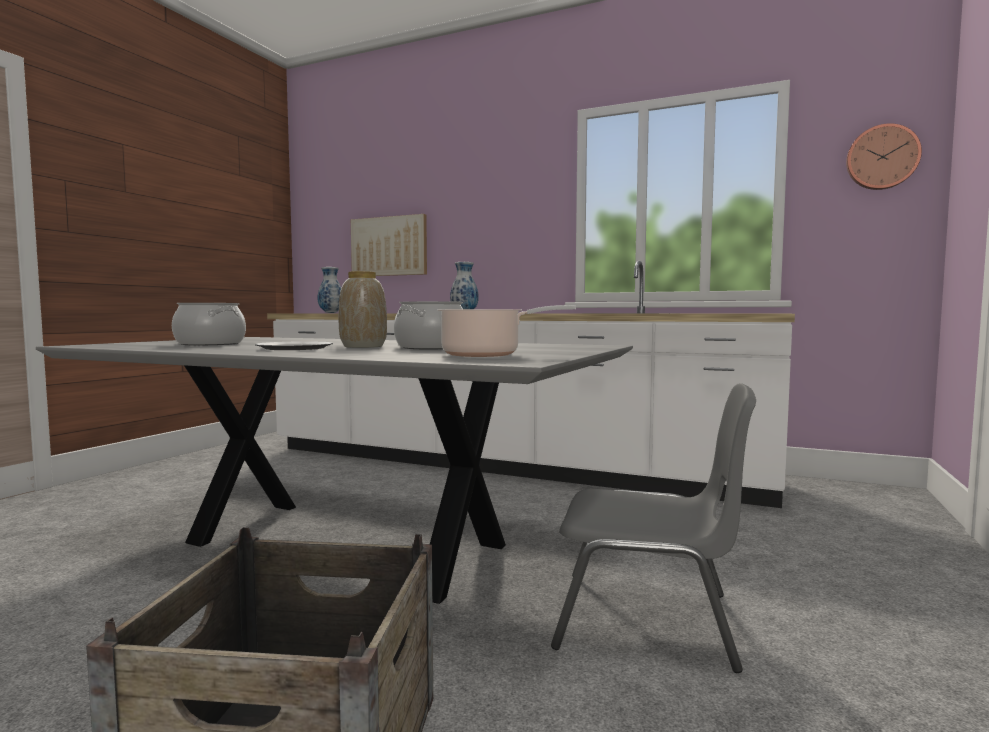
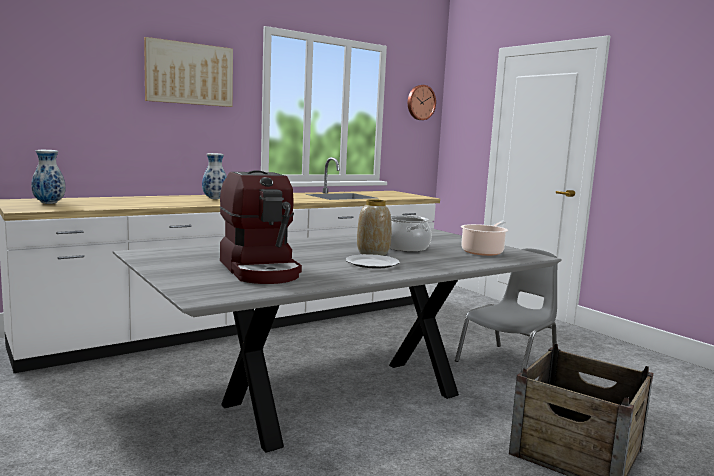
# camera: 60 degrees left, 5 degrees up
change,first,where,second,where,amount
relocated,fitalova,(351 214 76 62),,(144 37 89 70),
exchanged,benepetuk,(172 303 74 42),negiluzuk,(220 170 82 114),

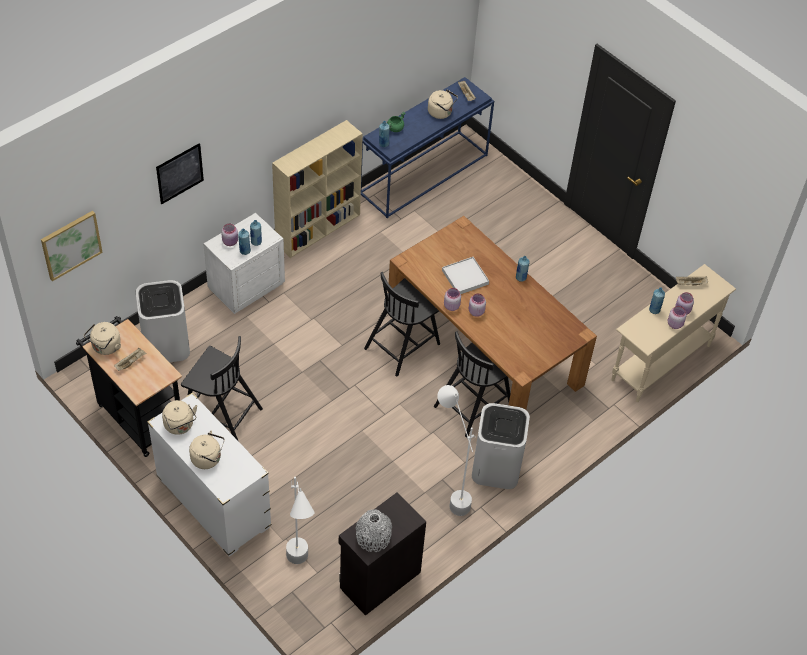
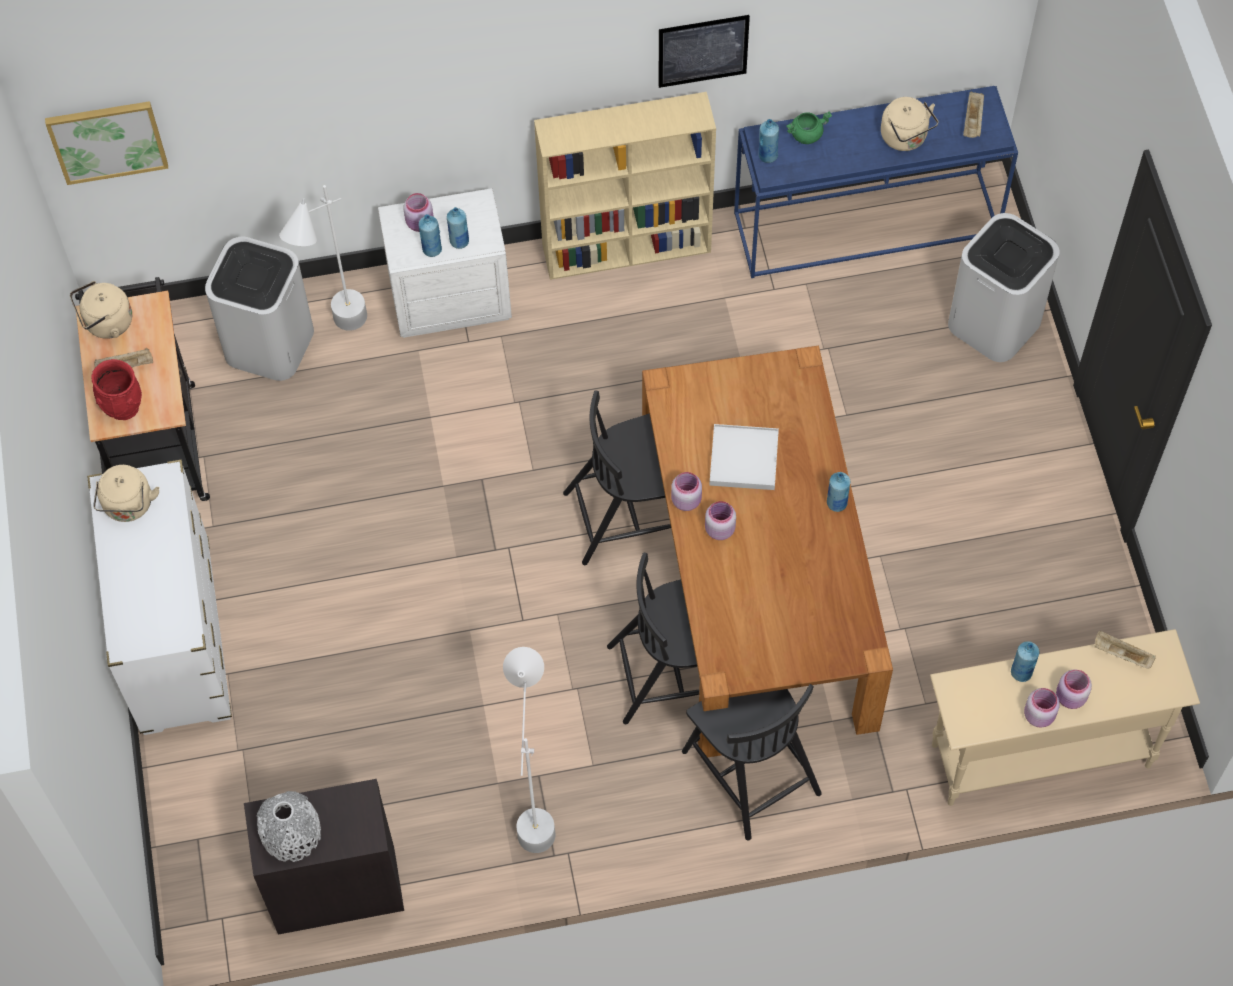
# camera: 35 degrees right, 10 degrees up
change,first,where,second,where,amount
relocated,fitalova,(156 143 48 61),,(658 15 92 73),
relocated,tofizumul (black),(181 336 82 104),,(682 684 140 157),
relocated,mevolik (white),(472 403 58 86),,(948 213 112 149),
missing,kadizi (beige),(189 431 36 38),,,
relocated,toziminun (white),(286 477 28 87),,(279 185 88 146),
appeared,,,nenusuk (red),(92 359 50 61),

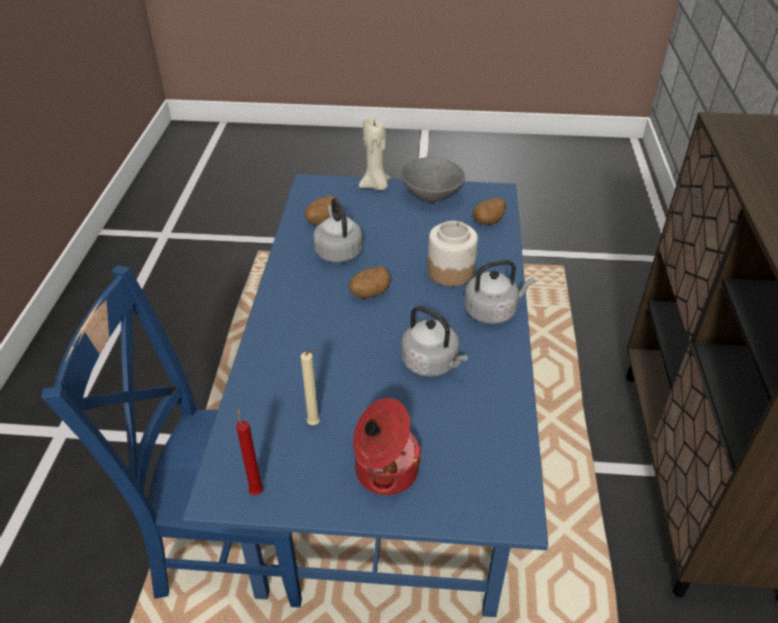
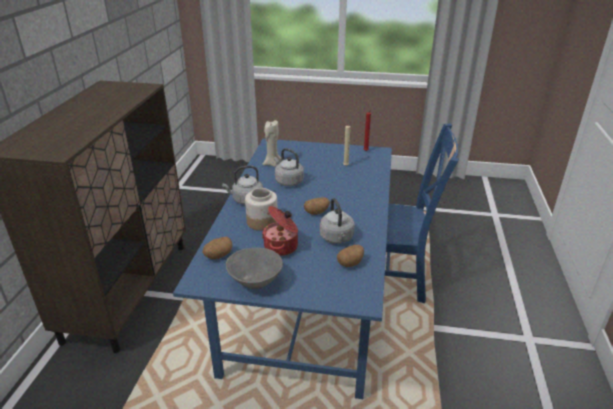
# camera: 175 degrees left, 10 degrees down
change,first,where,second,where,amount
relocated,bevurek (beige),(359 117 31 74),,(262 120 20 47),
relocated,benepetuk,(353 398 69 97),,(262 206 36 50),

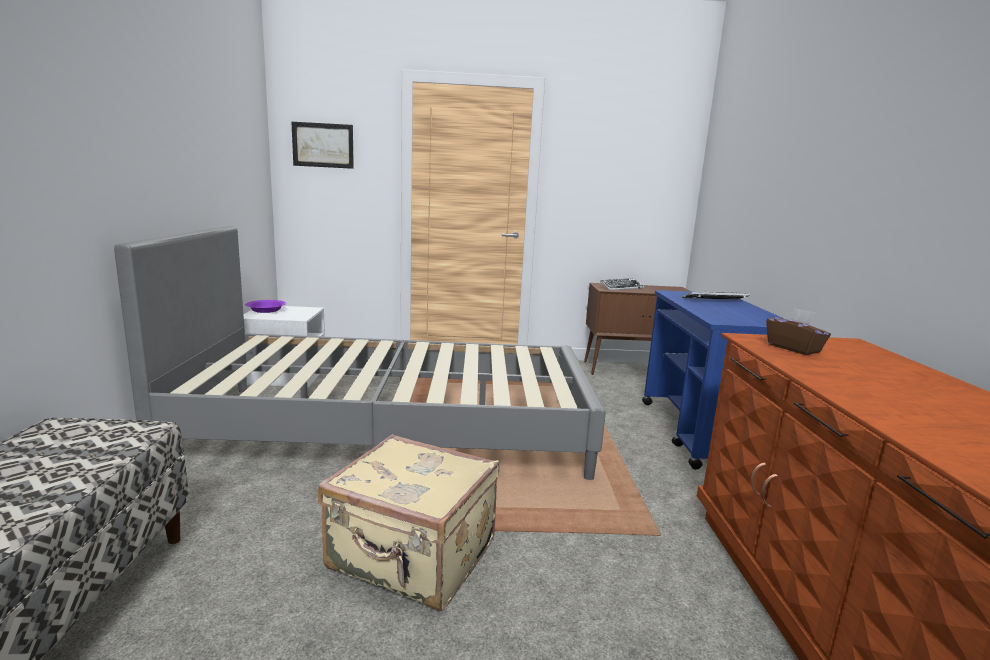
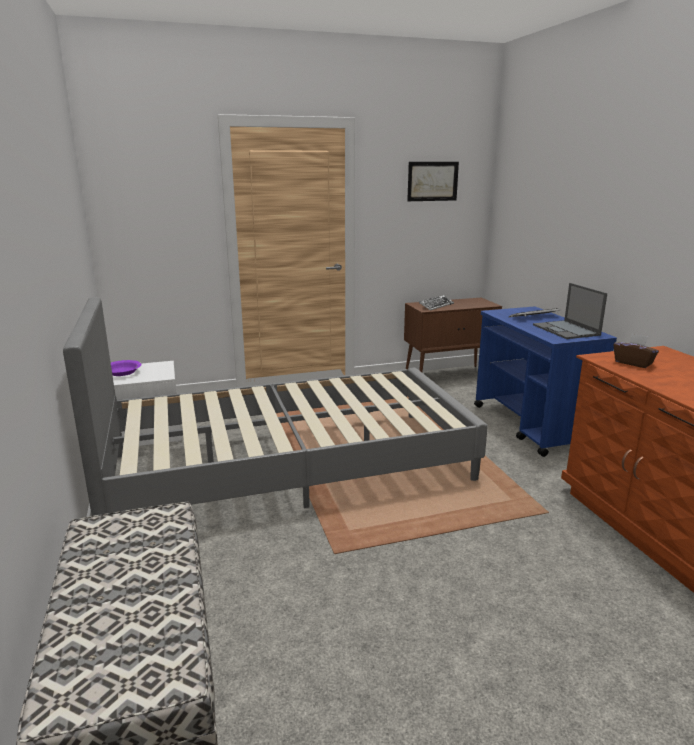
# camera: 15 degrees left, 5 degrees up
change,first,where,second,where,amount
relocated,fitalova,(291 122 63 47),,(407 162 52 39),
missing,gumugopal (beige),(318 434 181 177),,,
appeared,,,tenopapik,(533 283 74 56),

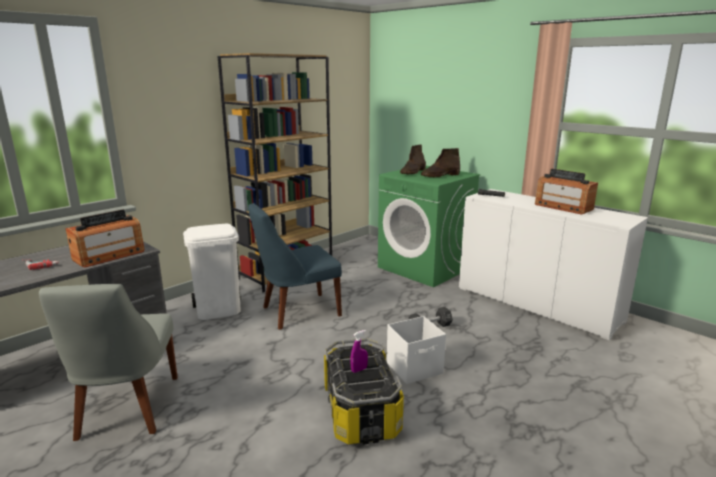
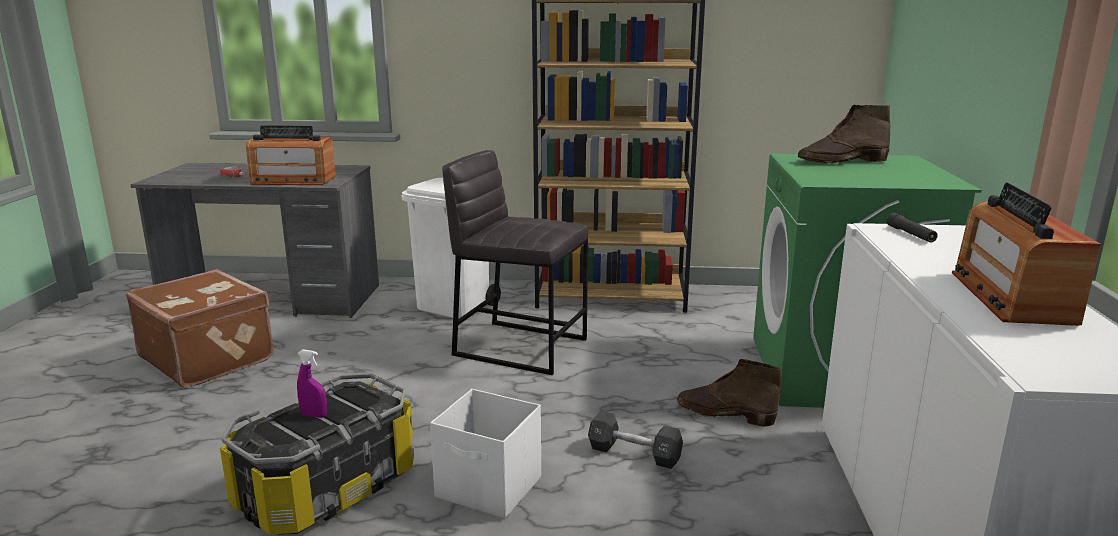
# camera: 50 degrees right, 0 degrees up
change,first,where,second,where,amount
relocated,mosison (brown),(421 148 39 29),,(677 359 104 67),
exchanged,tofizumul (blue),(248 203 94 127),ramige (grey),(442 150 146 225),
exchanged,tofizumul (grey),(39 284 139 157),gumugopal (brown),(126 269 147 119),

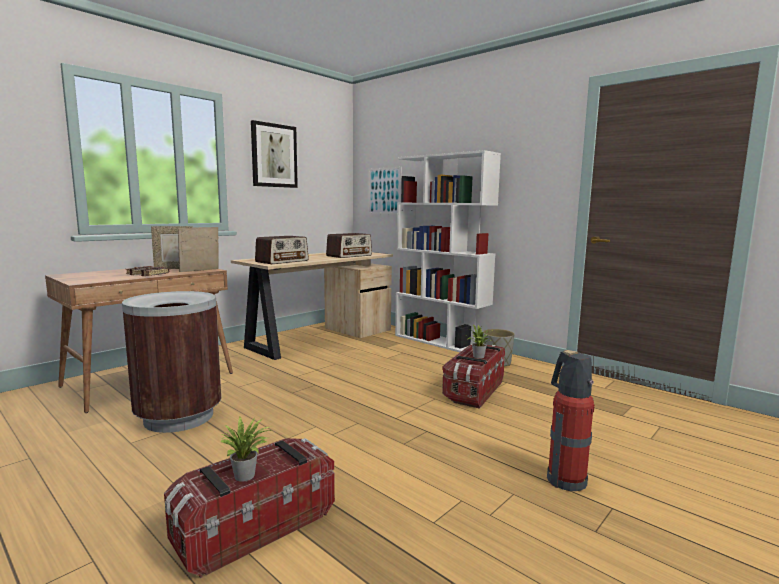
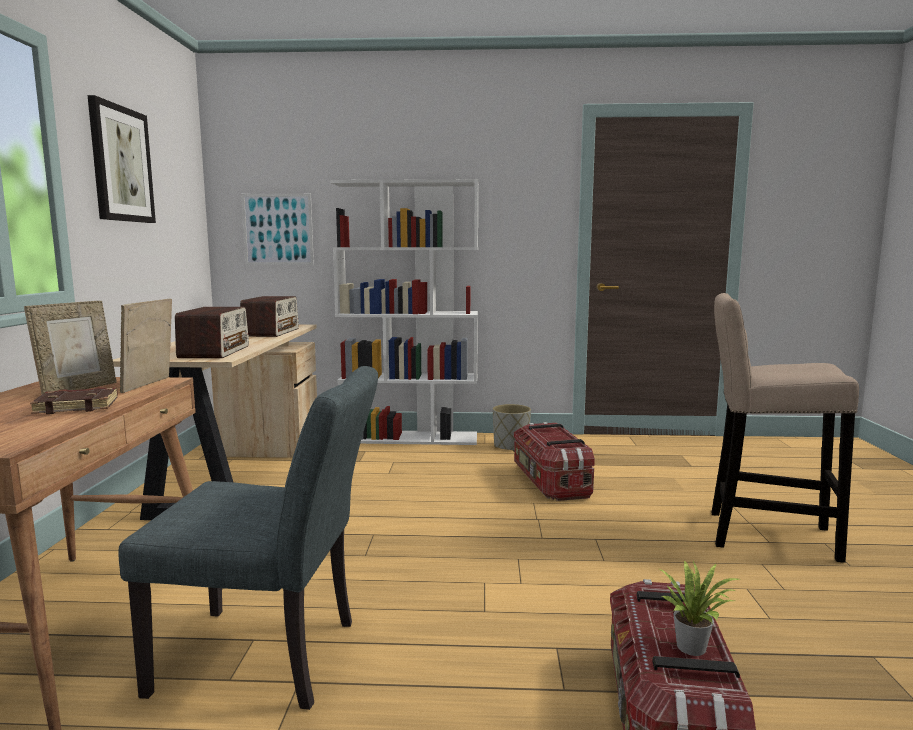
# camera: 40 degrees left, 0 degrees up
change,first,where,second,where,amount
exchanged,mevolik (brown),(122 291 99 142),tofizumul (grey),(119 366 259 344),
missing,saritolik,(467 324 26 35),,,
exchanged,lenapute,(547 350 47 141),ramige (beige),(711 293 148 270),

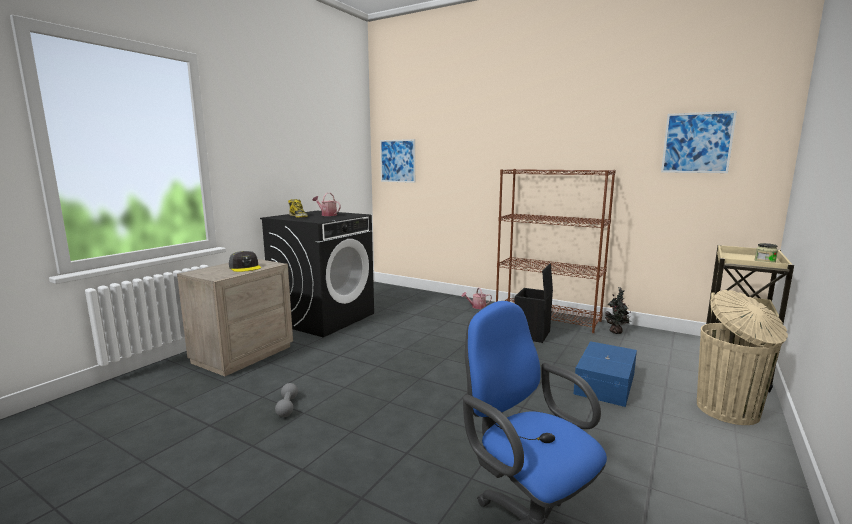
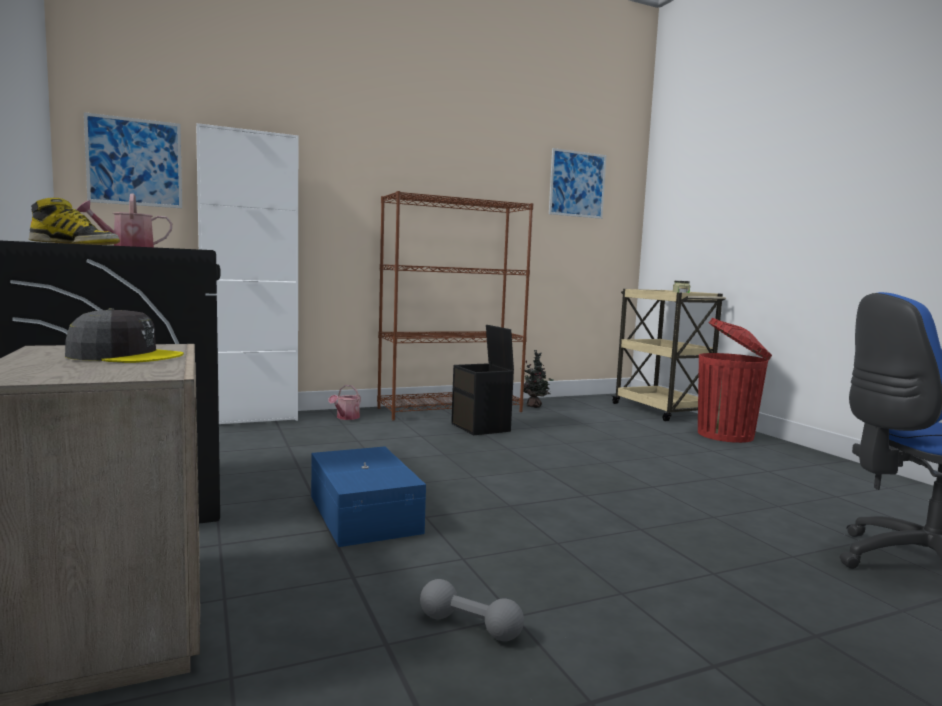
# camera: 55 degrees left, 5 degrees down
change,first,where,second,where,amount
colour,mevolik (beige),(697 290 91 135),mevolik (red),(698 318 74 125),
relocated,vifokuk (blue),(574 341 63 66),,(311 446 115 101),
appeared,,,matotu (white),(196 123 102 301),

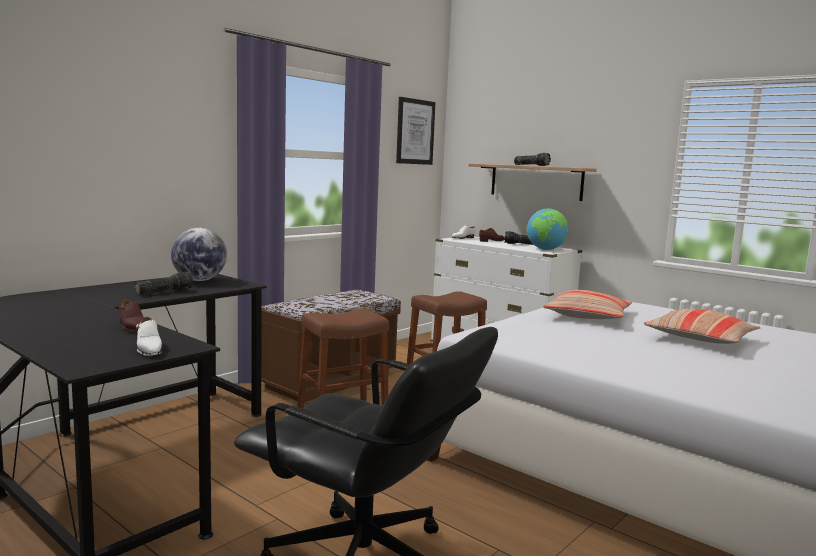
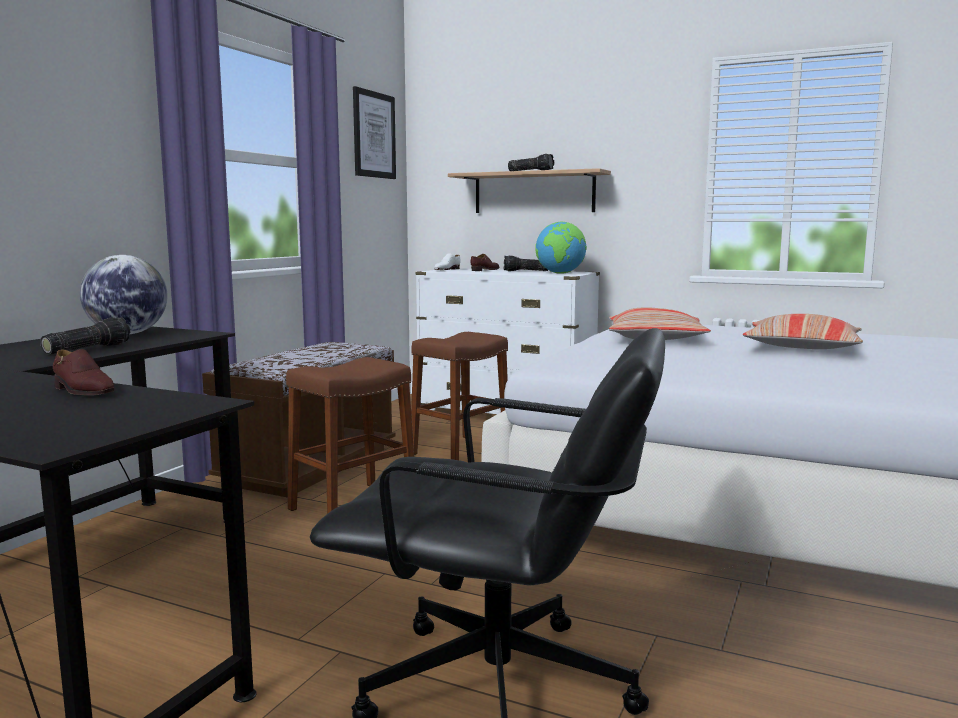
# camera: 15 degrees left, 0 degrees up
change,first,where,second,where,amount
missing,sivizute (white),(136 317 26 39),,,

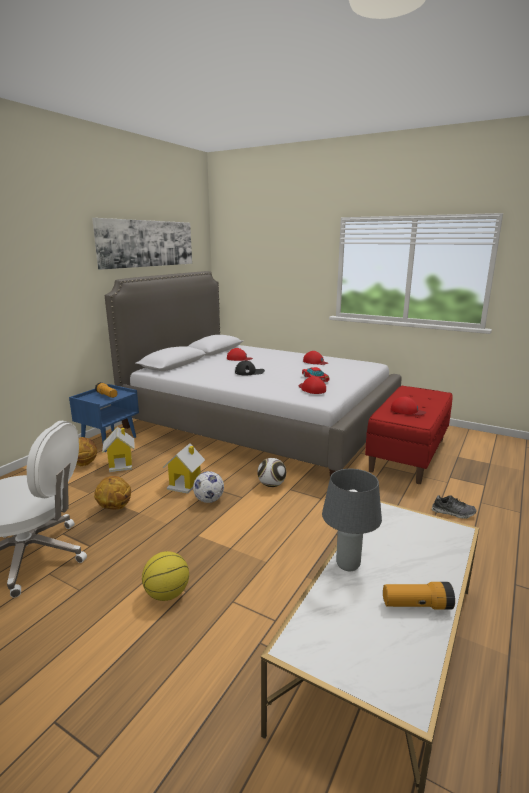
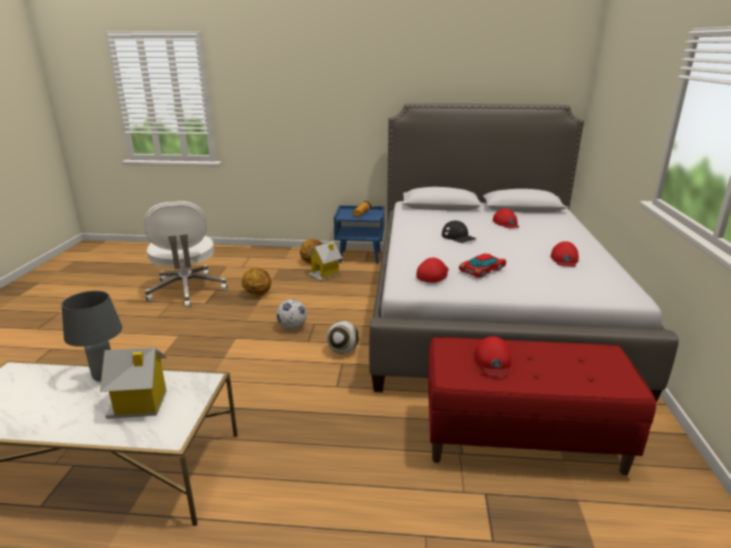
# camera: 65 degrees right, 5 degrees up
change,first,where,second,where,amount
missing,fitalova,(92 218 100 52),,,
relocated,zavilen,(163 443 42 51),,(100 348 67 71),
missing,sivizute,(432 495 44 24),,,
missing,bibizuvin,(142 551 47 50),,,
missing,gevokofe,(383 582 72 28),,,

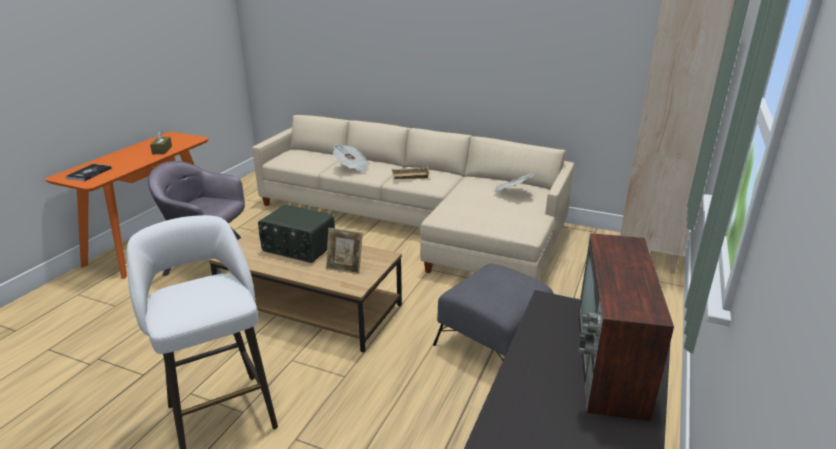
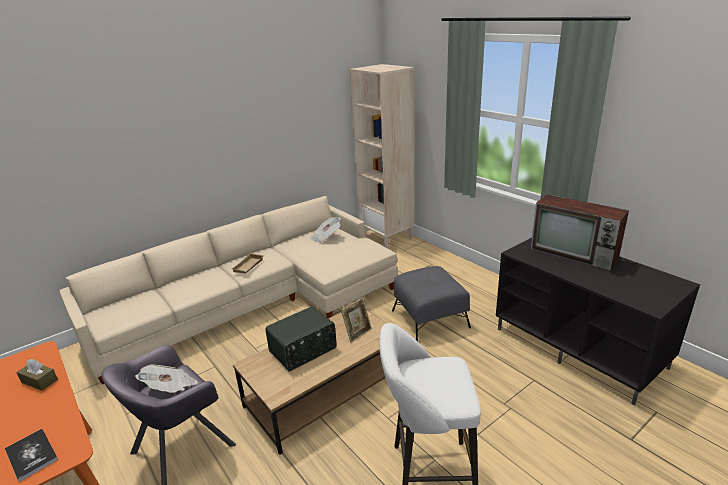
# camera: 60 degrees left, 0 degrees up
change,first,where,second,where,amount
relocated,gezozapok,(333 145 37 28),,(135 364 63 29),

